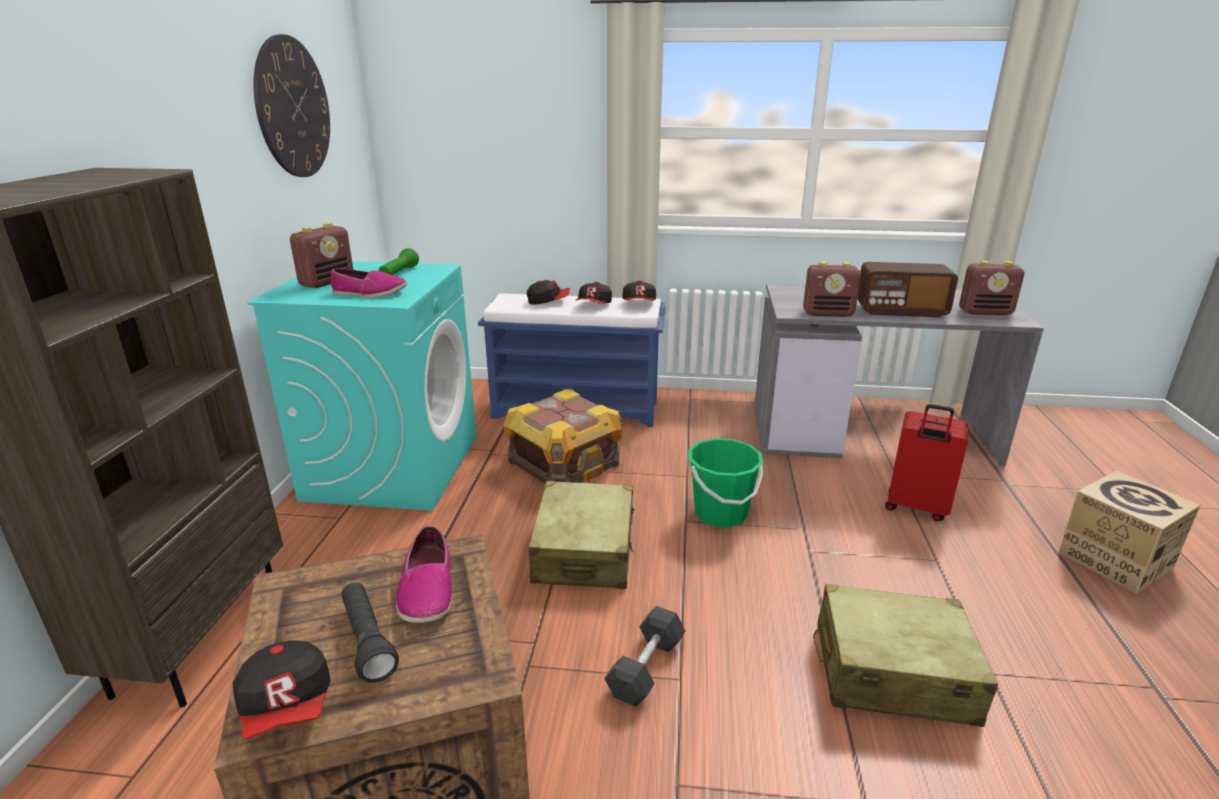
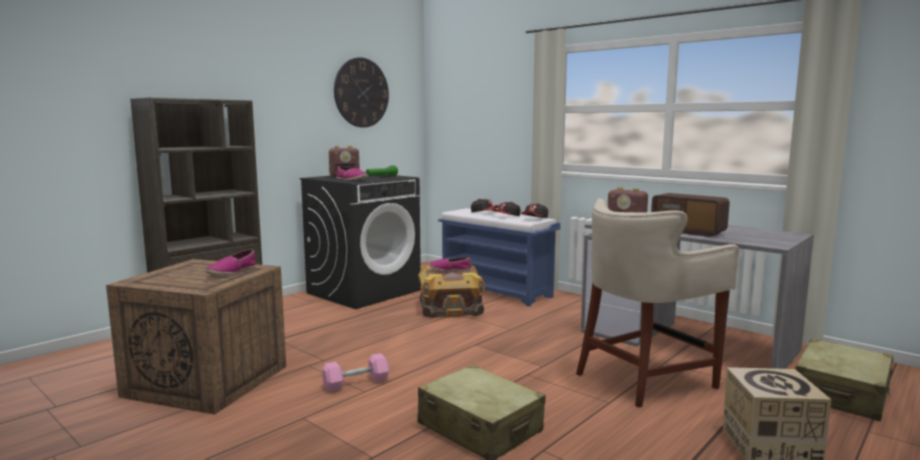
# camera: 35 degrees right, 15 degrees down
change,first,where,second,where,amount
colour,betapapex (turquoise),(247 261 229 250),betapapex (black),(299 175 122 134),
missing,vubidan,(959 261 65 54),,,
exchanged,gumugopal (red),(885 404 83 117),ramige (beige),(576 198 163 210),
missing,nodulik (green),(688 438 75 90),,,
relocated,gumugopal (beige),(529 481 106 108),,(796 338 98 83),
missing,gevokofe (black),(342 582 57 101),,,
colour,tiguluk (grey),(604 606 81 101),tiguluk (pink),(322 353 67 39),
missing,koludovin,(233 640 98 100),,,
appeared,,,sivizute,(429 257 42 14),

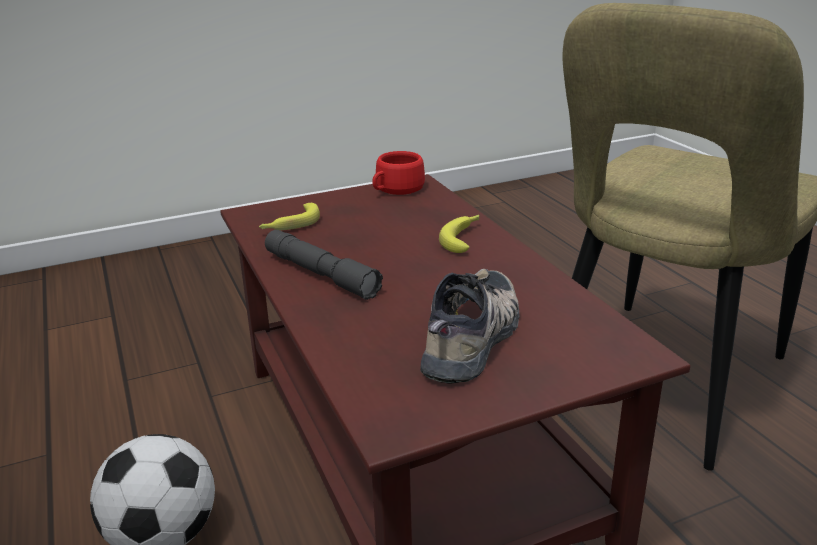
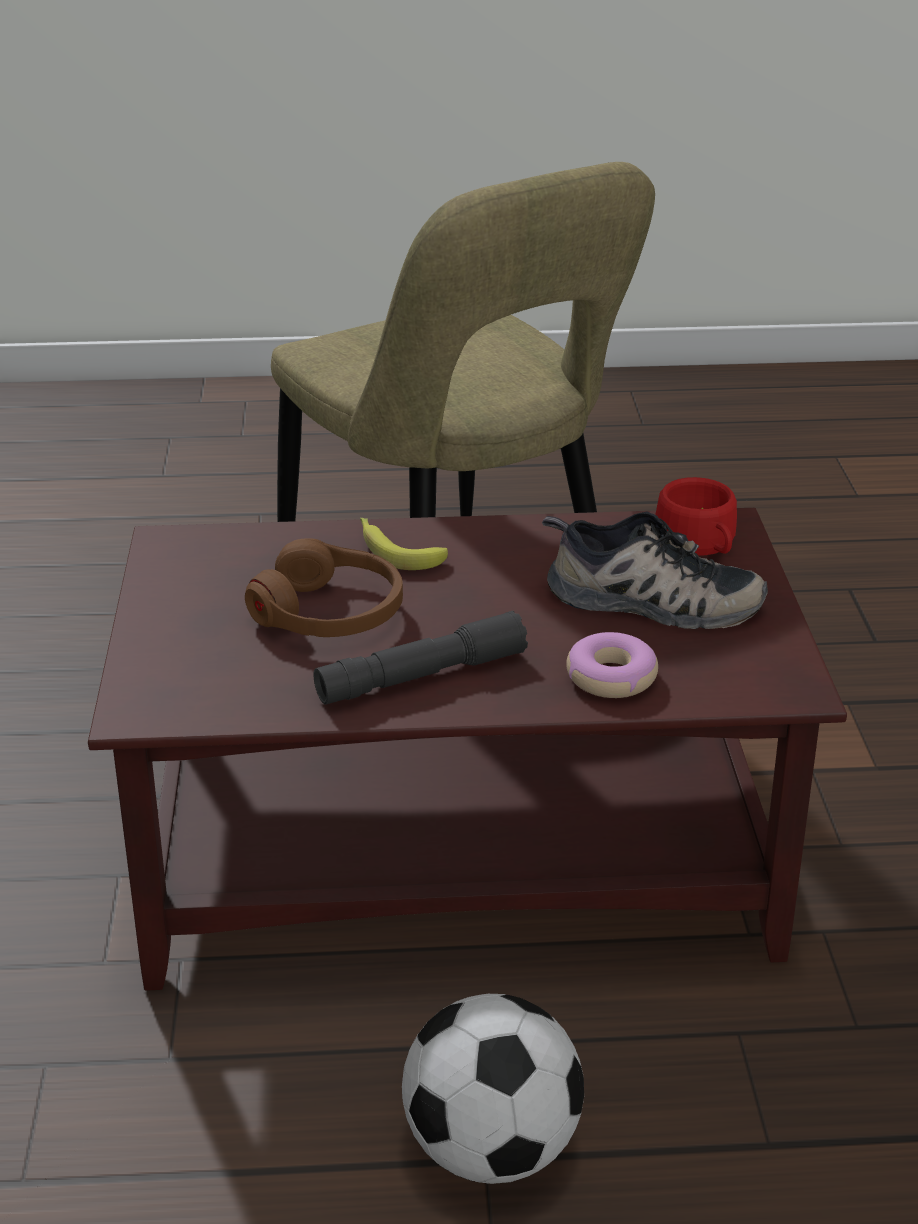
# camera: 70 degrees left, 5 degrees up
change,first,where,second,where,amount
relocated,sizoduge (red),(372 151 53 44),,(655 477 82 79),
missing,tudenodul,(259 203 61 27),,,
spun,sivizute,(421 269 98 115),,(542 511 226 118),150 degrees clockwise
appeared,,,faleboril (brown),(245 538 158 99),
appeared,,,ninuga,(566 632 92 66),

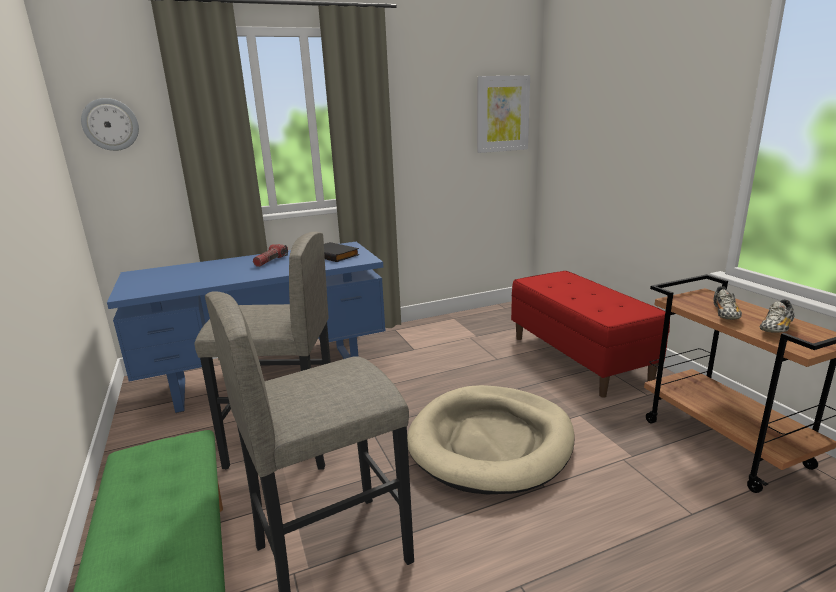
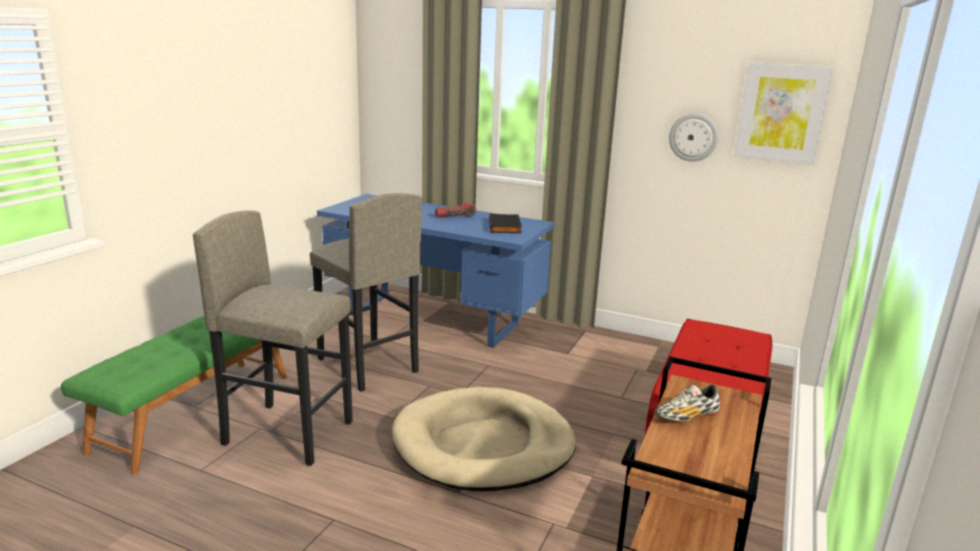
# camera: 45 degrees right, 0 degrees up
change,first,where,second,where,amount
relocated,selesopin,(81 98 58 53),,(669 113 49 49),
missing,sivizute,(760 300 35 33),,,

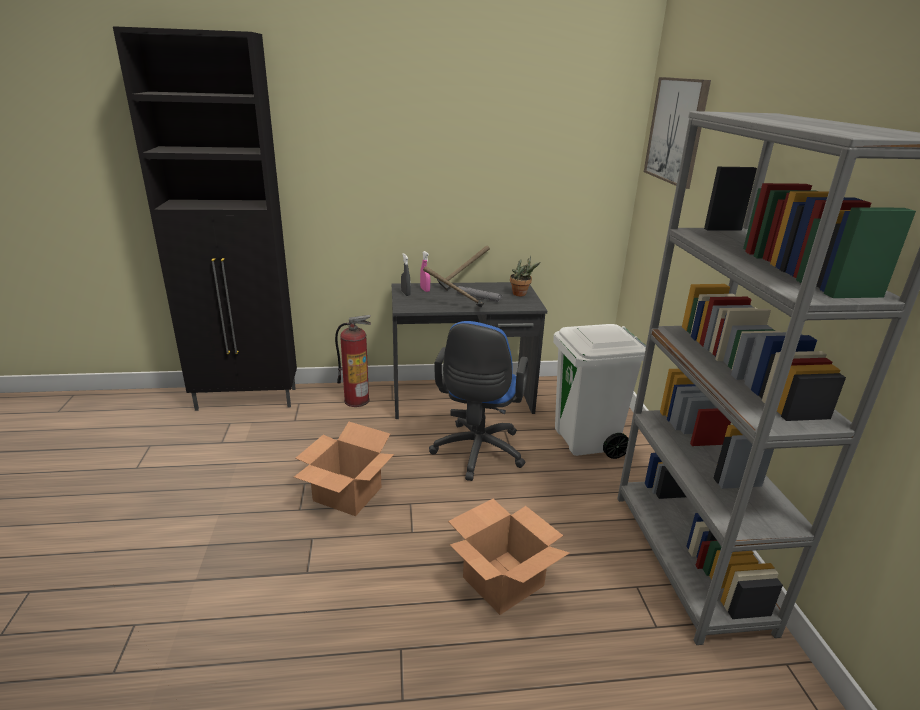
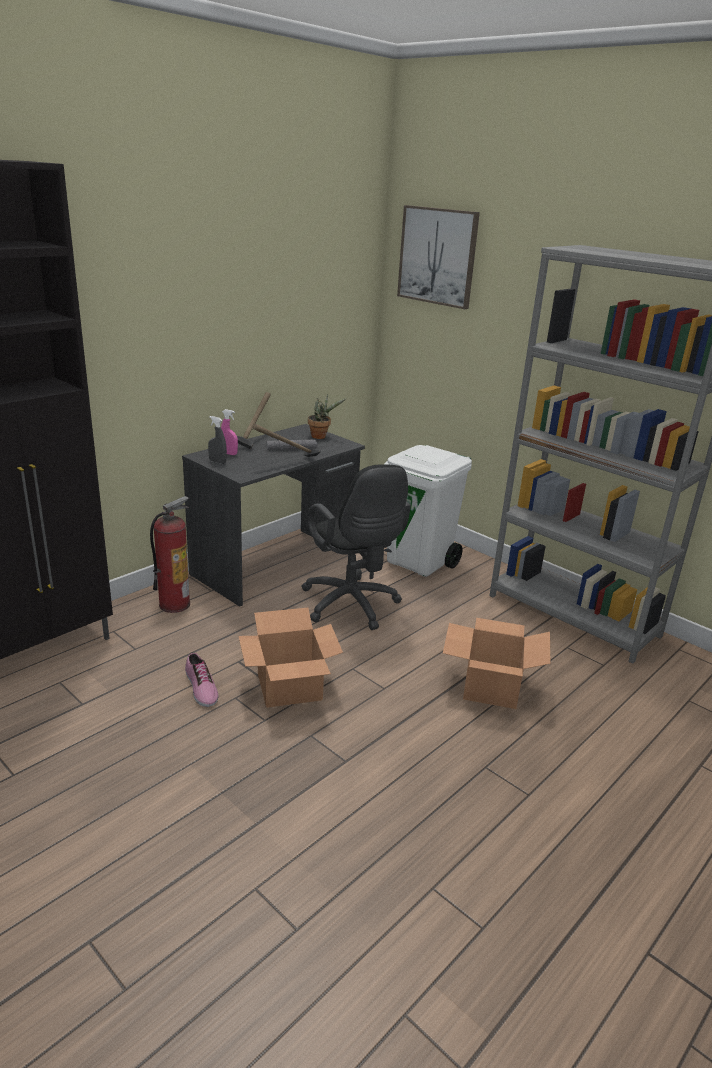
# camera: 40 degrees left, 0 degrees up
change,first,where,second,where,amount
colour,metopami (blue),(429 321 99 160),metopami (black),(301 464 110 166),
appeared,,,sivizute,(185 653 33 54),

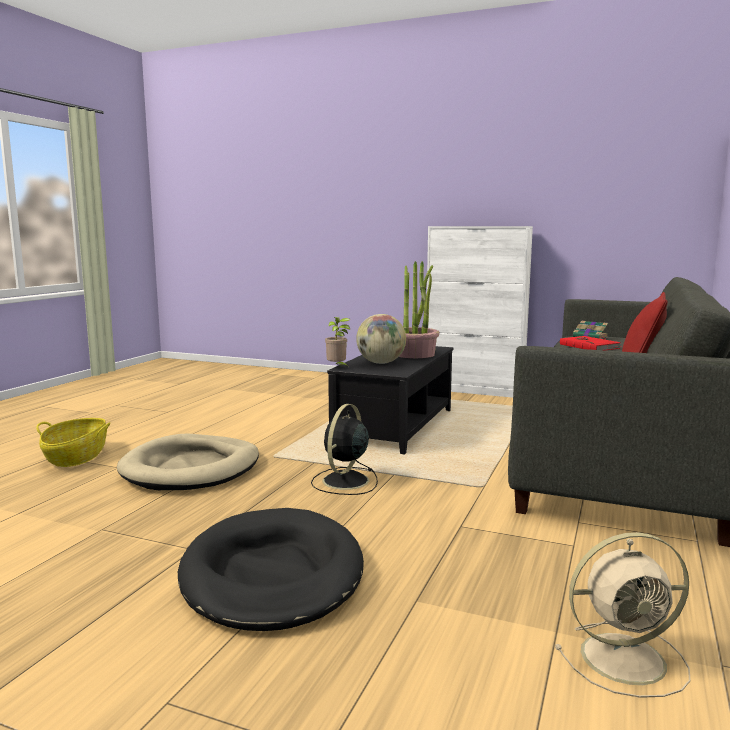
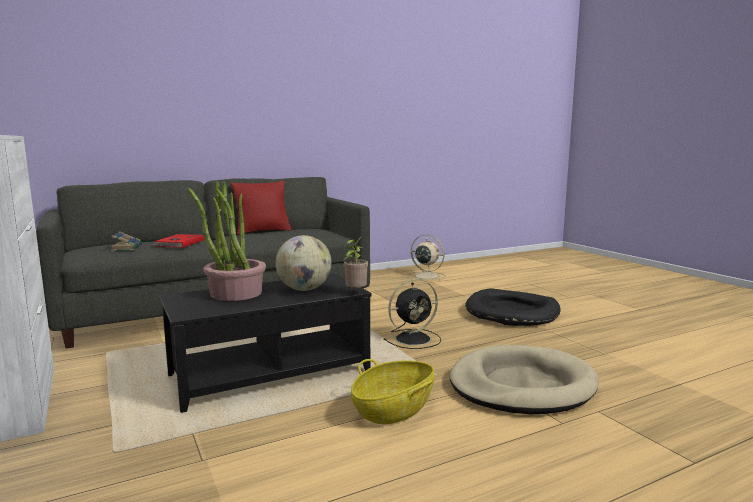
# camera: 140 degrees left, 0 degrees up
change,first,where,second,where,amount
relocated,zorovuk,(36 418 74 49),,(351 359 84 65),

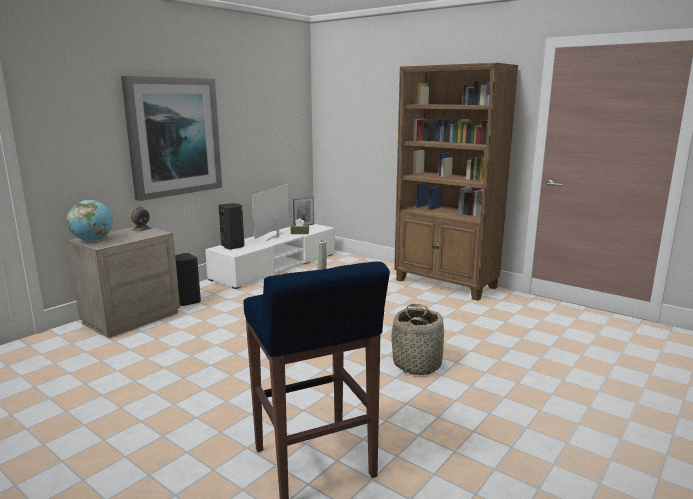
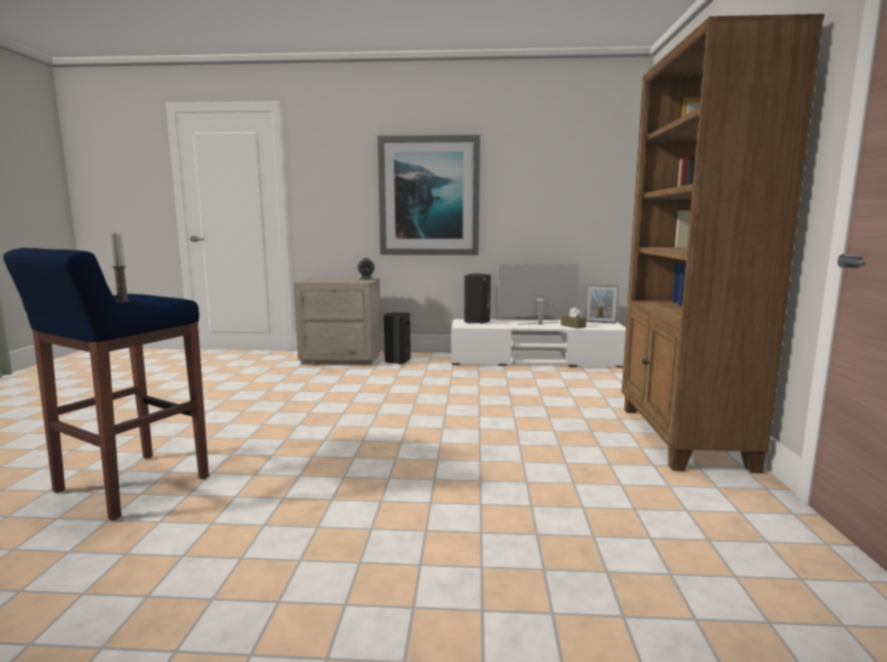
# camera: 55 degrees right, 5 degrees down
change,first,where,second,where,amount
missing,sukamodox,(67 200 46 42),,,
missing,zorovuk,(392 304 52 71),,,

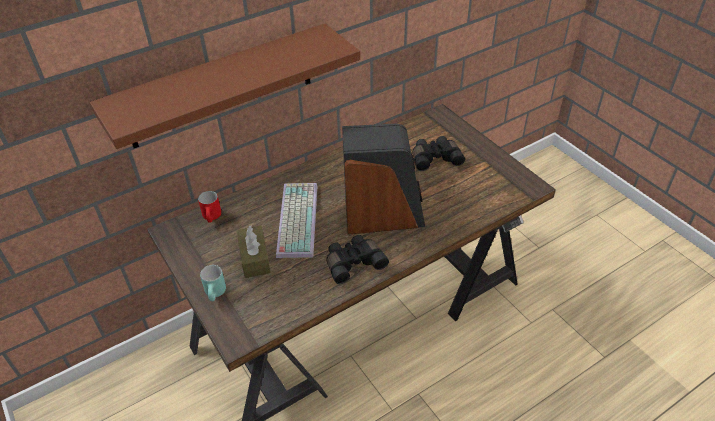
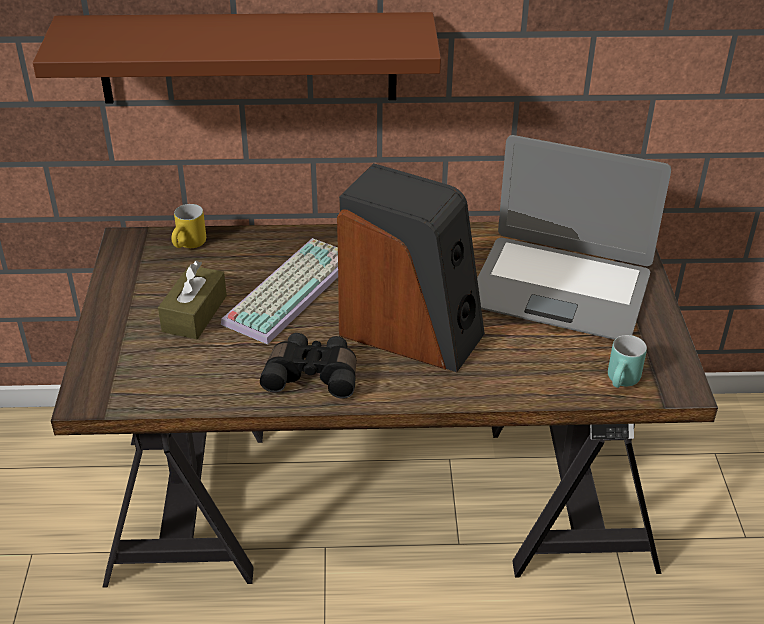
# camera: 30 degrees right, 5 degrees down
change,first,where,second,where,amount
exchanged,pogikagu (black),(413 136 52 35),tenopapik,(477 135 194 205),
colour,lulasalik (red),(198 191 23 32),lulasalik (yellow),(172 204 34 44),
relocated,lulasalik (turquoise),(200 265 26 36),,(608 335 39 53),

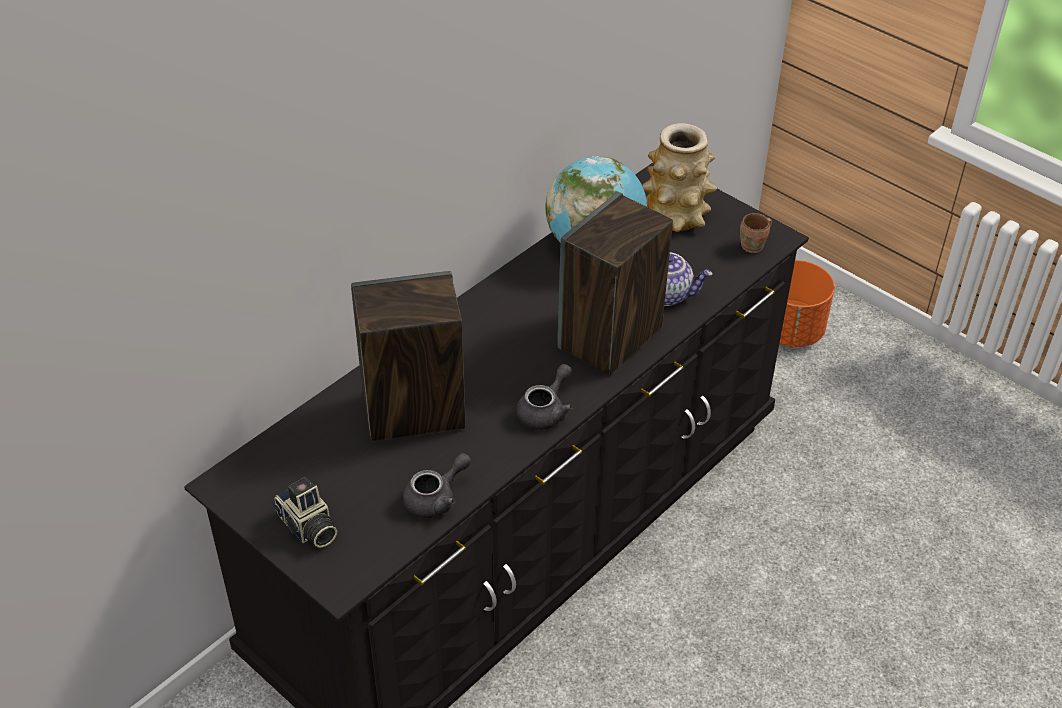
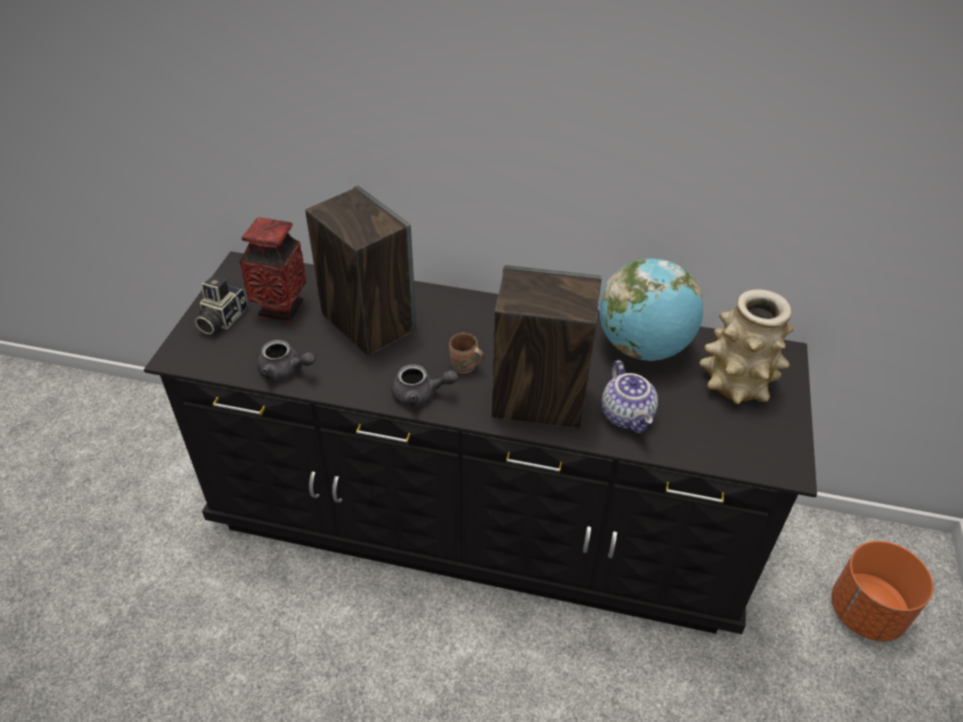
# camera: 60 degrees right, 0 degrees up
change,first,where,second,where,amount
relocated,lulasalik (brown),(740 213 32 40),,(449 333 35 41),
appeared,,,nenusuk,(239 217 67 105),

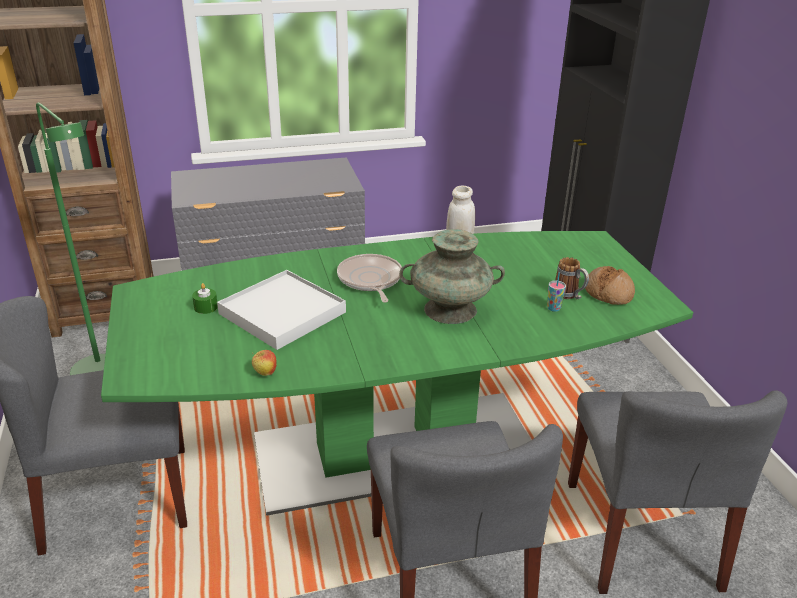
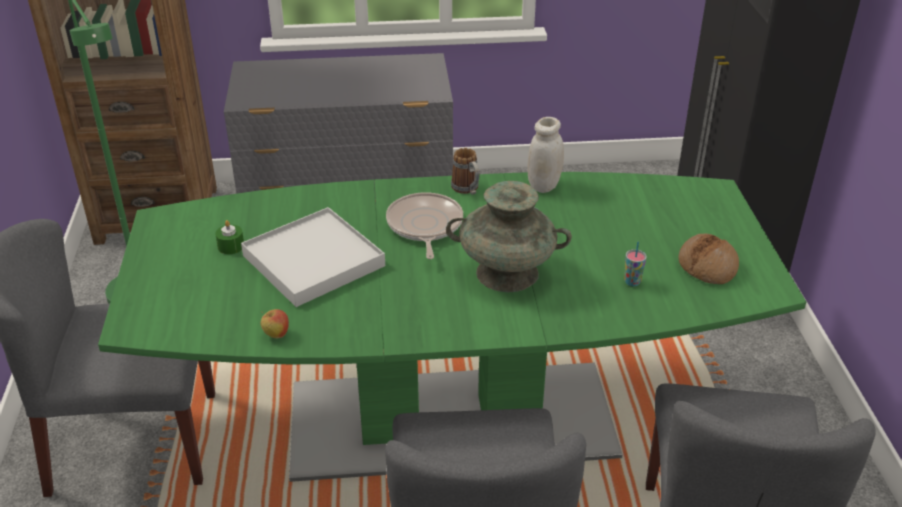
# camera: 10 degrees right, 5 degrees up
change,first,where,second,where,amount
relocated,lulasalik,(555 257 34 42),,(451 148 28 47),

